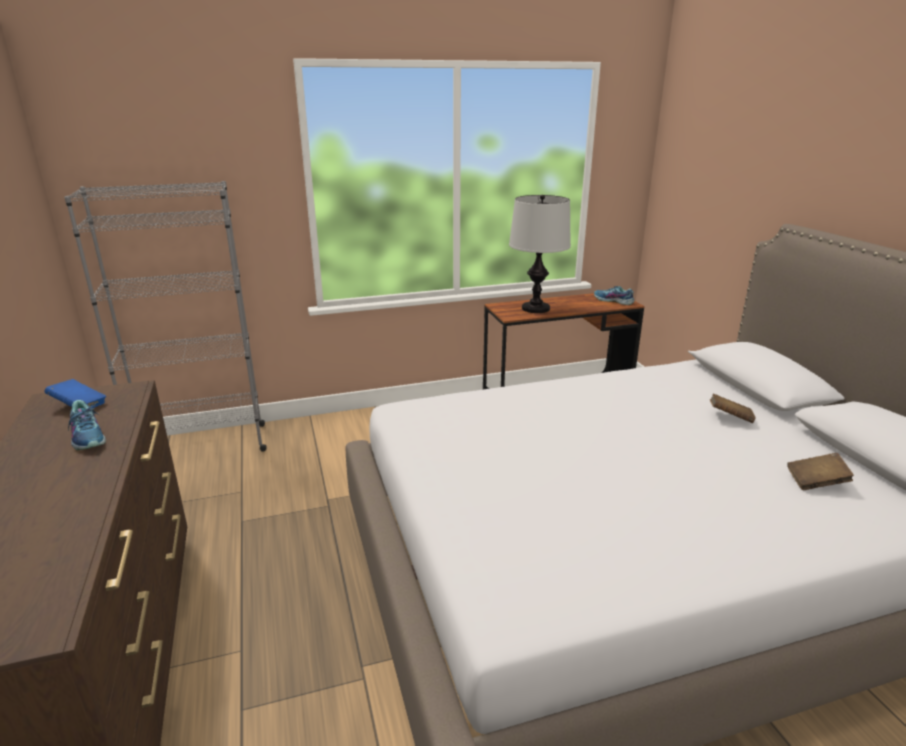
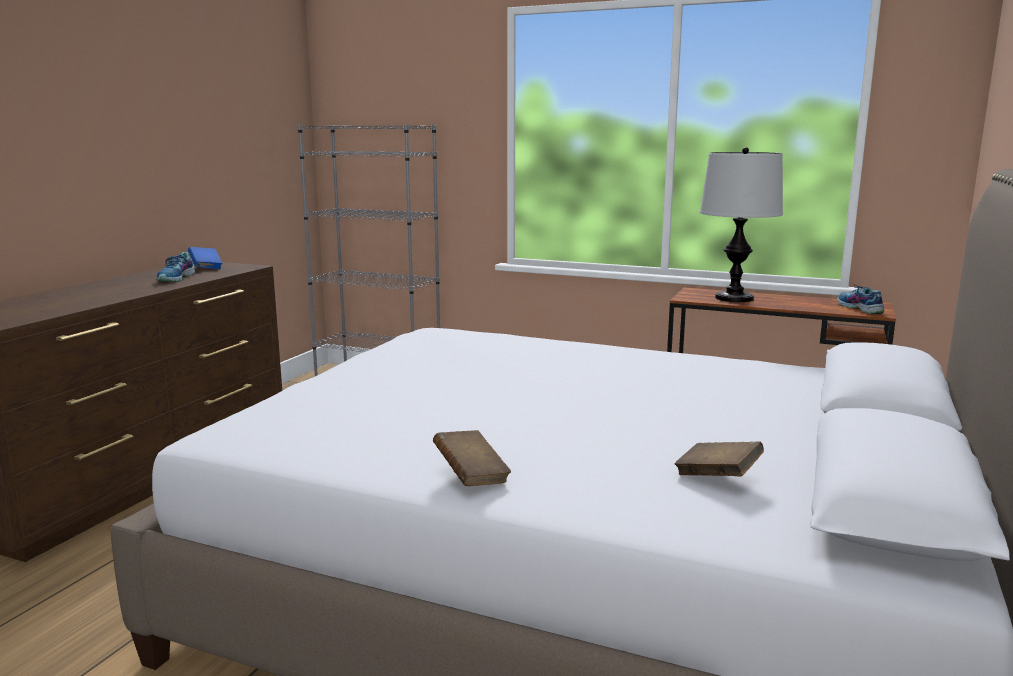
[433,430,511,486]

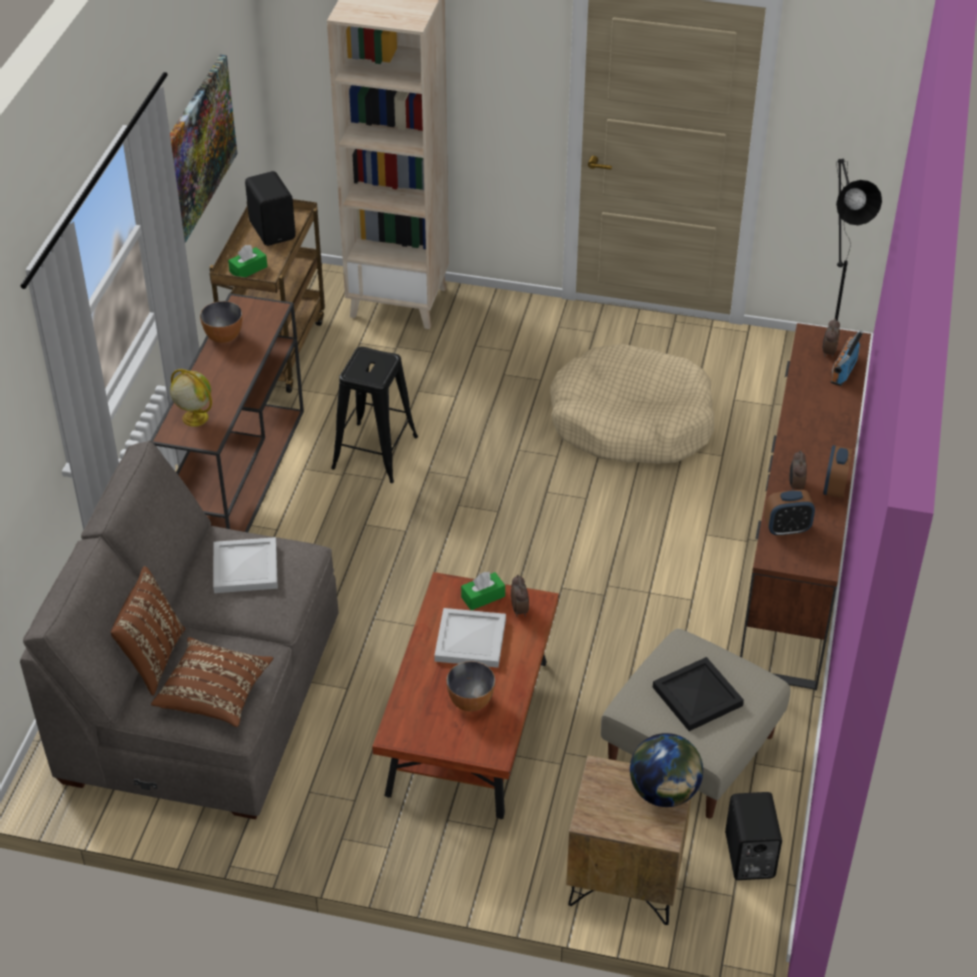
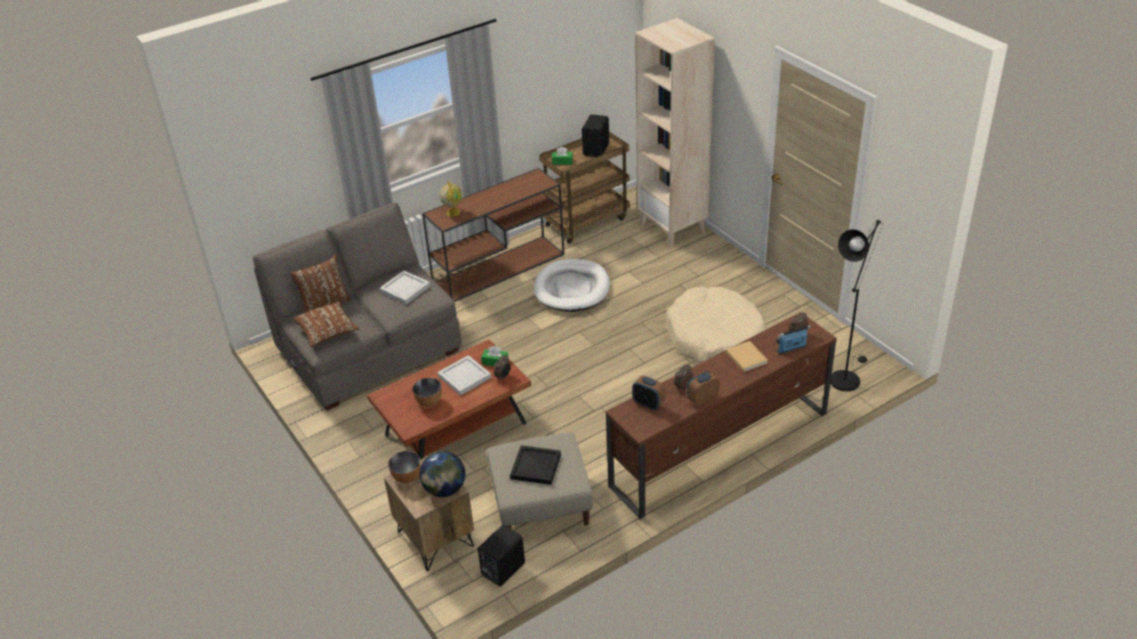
[170,55,237,243] (first image)
[388,451,420,484]
[534,259,610,312]
[726,341,768,372]

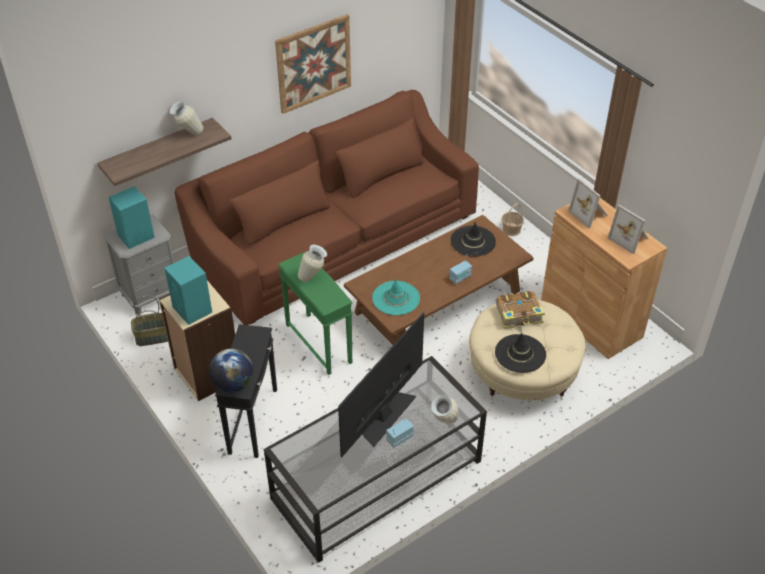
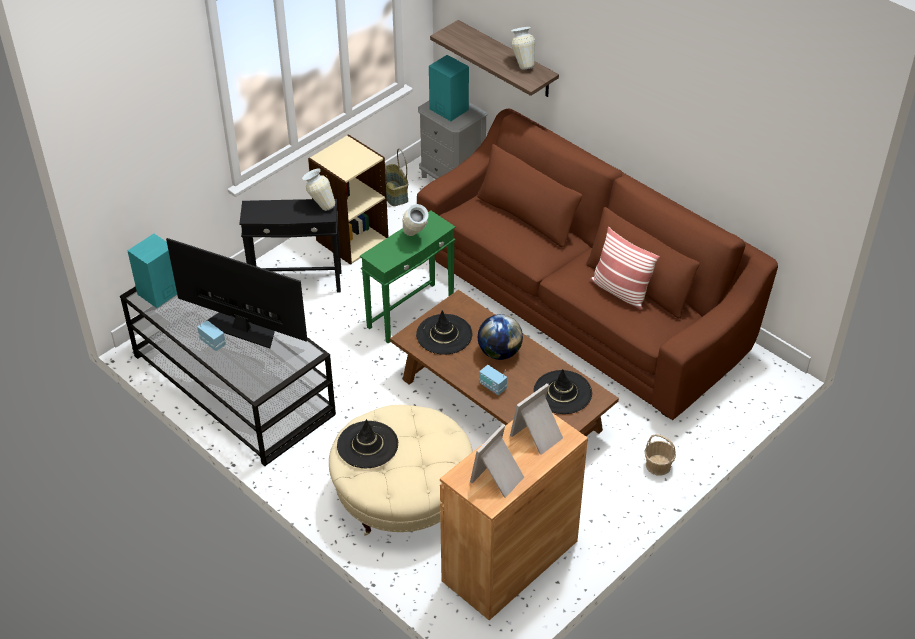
[275,14,351,114] (first image)
[127,234,177,308]
[416,310,472,355]
[496,291,545,329] (first image)
[477,314,523,360]
[302,169,335,211]
[590,227,660,310]

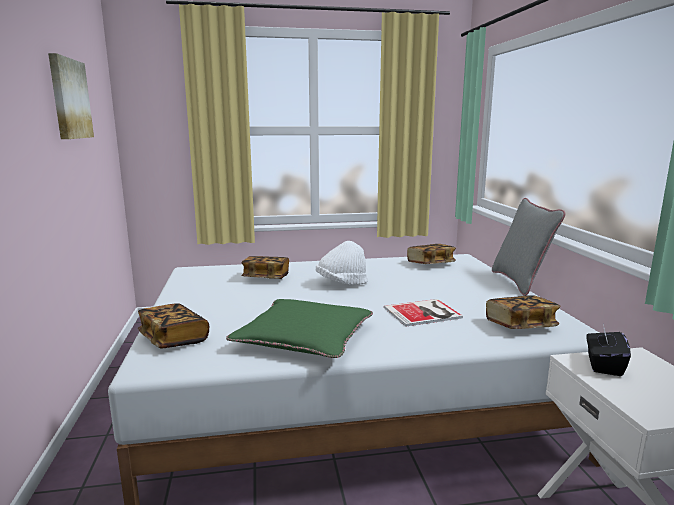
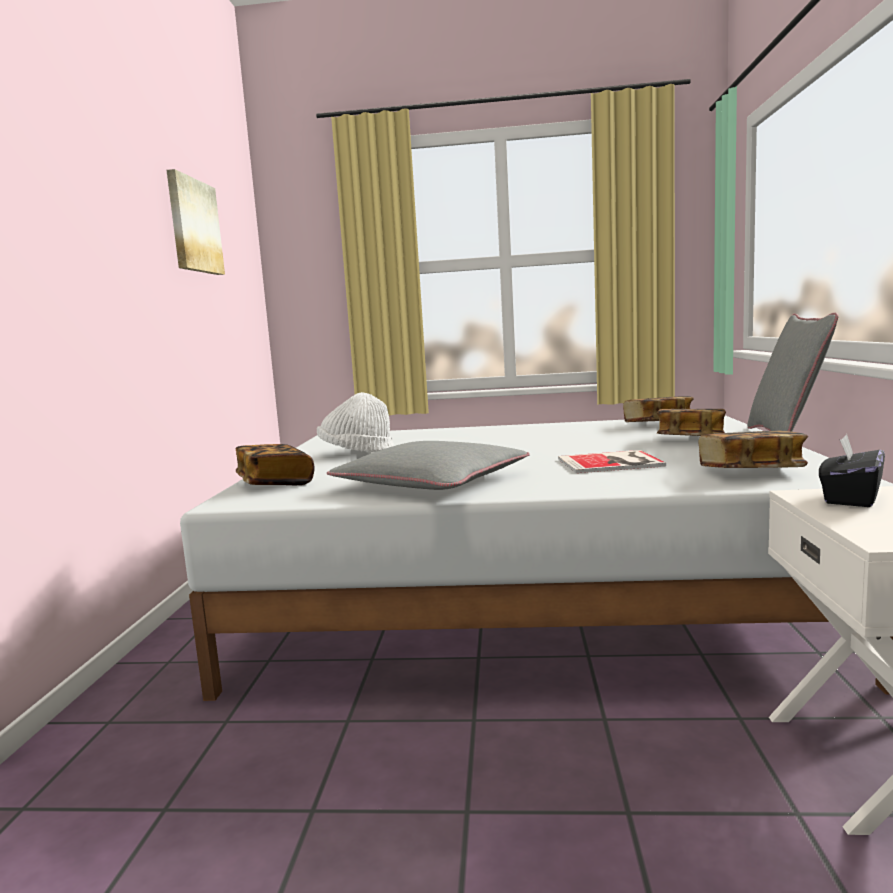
[317,392,394,452]
[657,409,726,436]
[327,441,530,490]

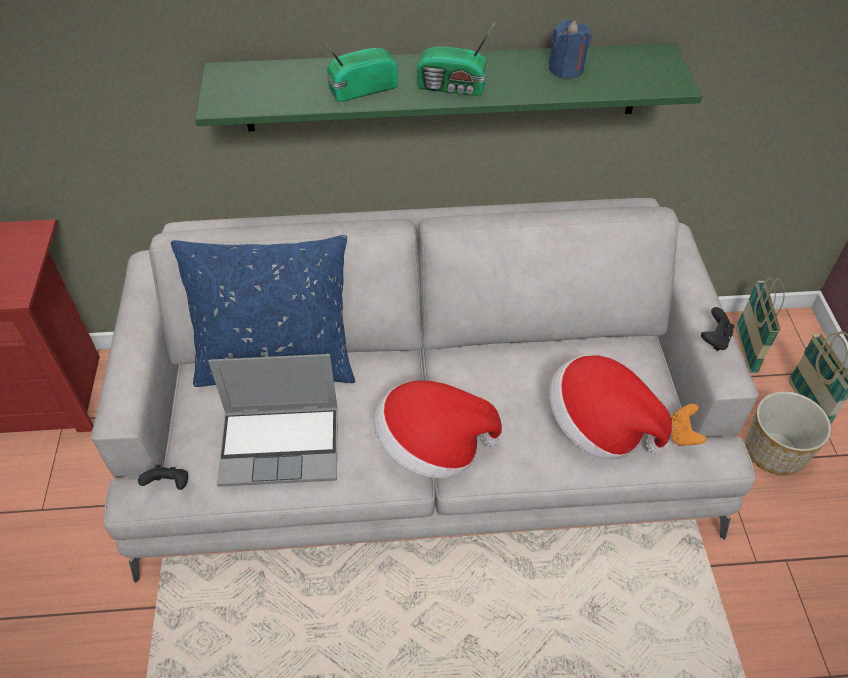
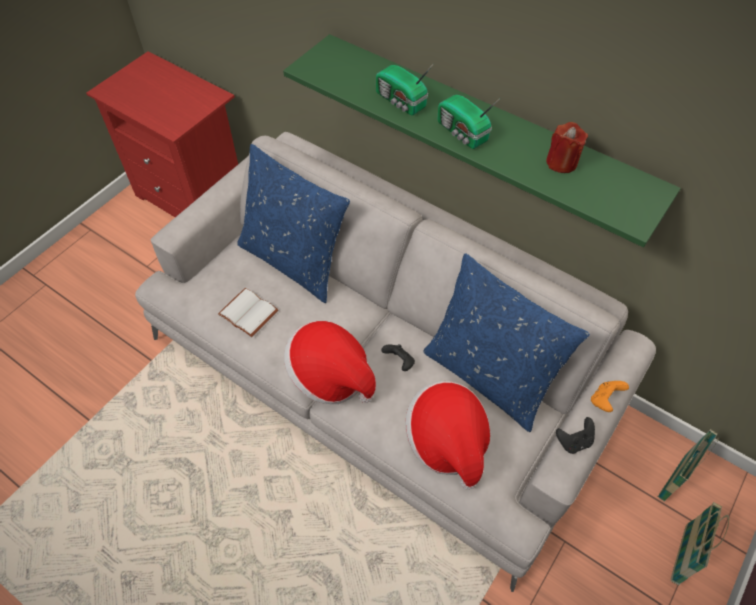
[546,122,588,173]
[376,65,433,115]
[218,288,278,337]
[746,391,831,475] (first image)
[591,381,629,412]
[382,344,415,371]
[423,253,590,432]

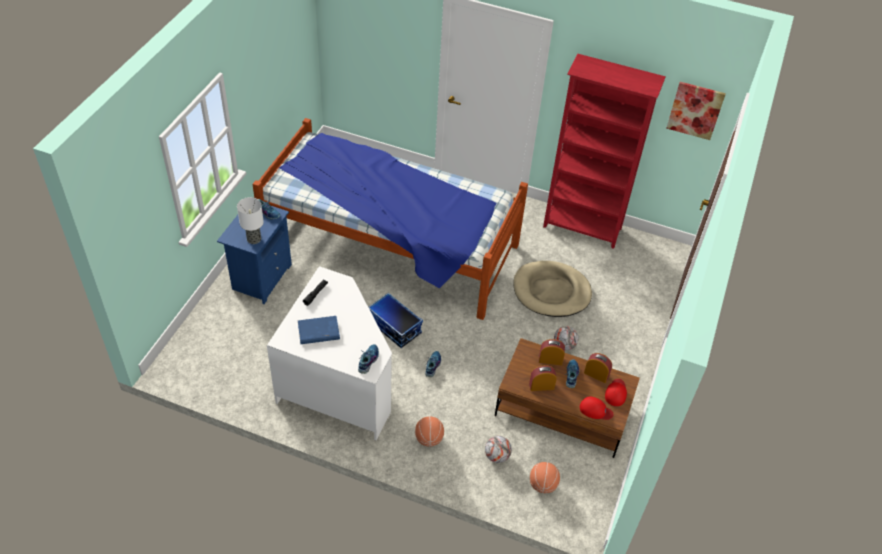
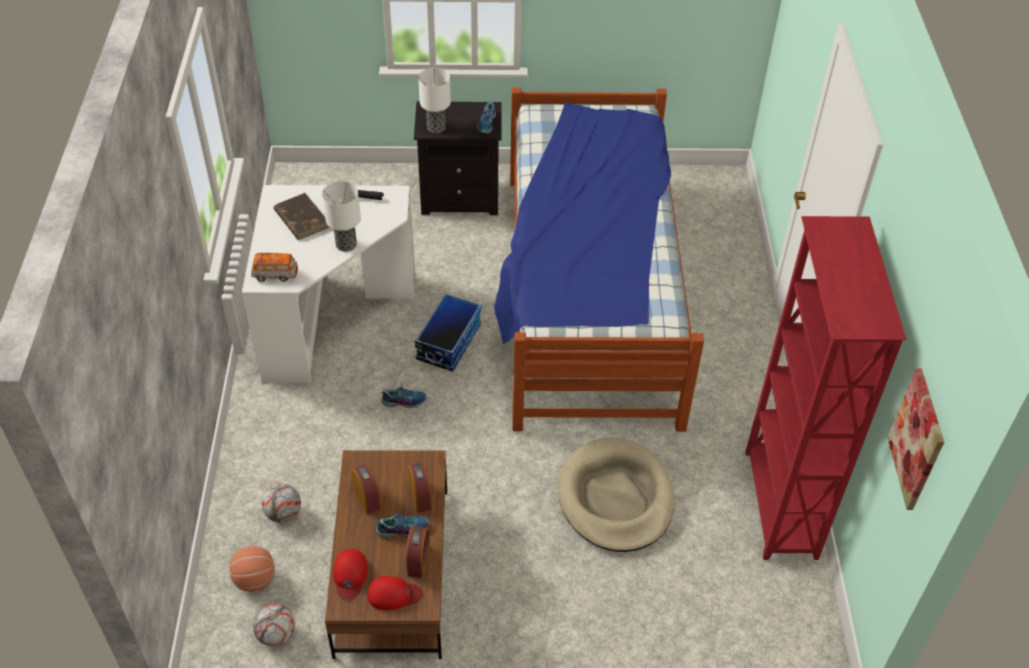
[414,101,502,215]
[274,193,329,240]
[253,604,295,646]
[251,253,298,282]
[415,416,444,447] (first image)
[322,181,361,252]

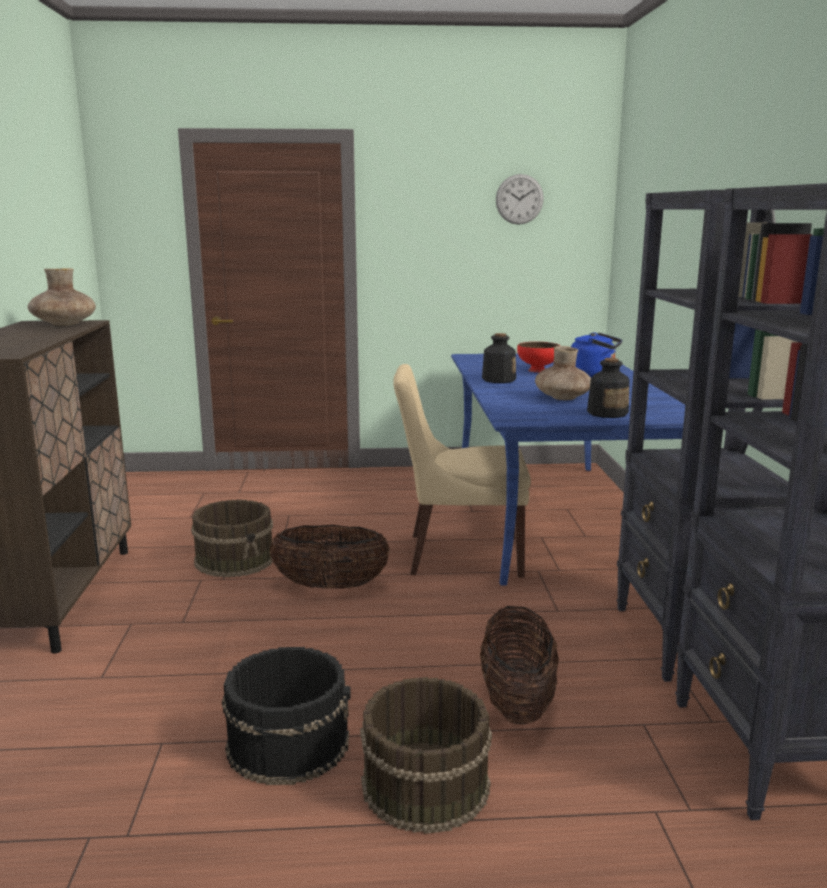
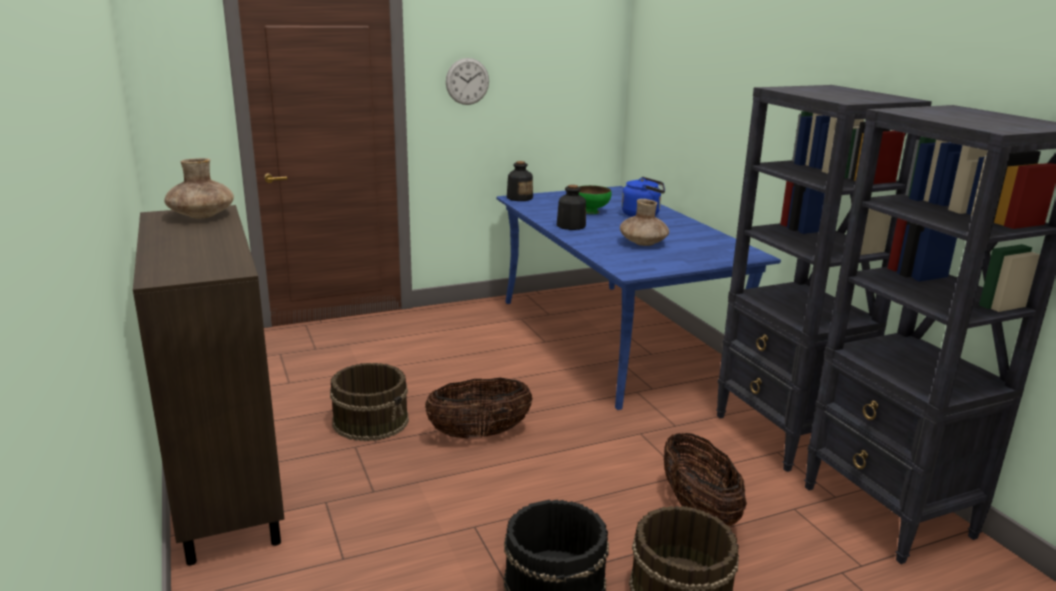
[446,58,489,105]
[579,185,612,214]
[507,161,533,201]
[393,364,531,578] (first image)

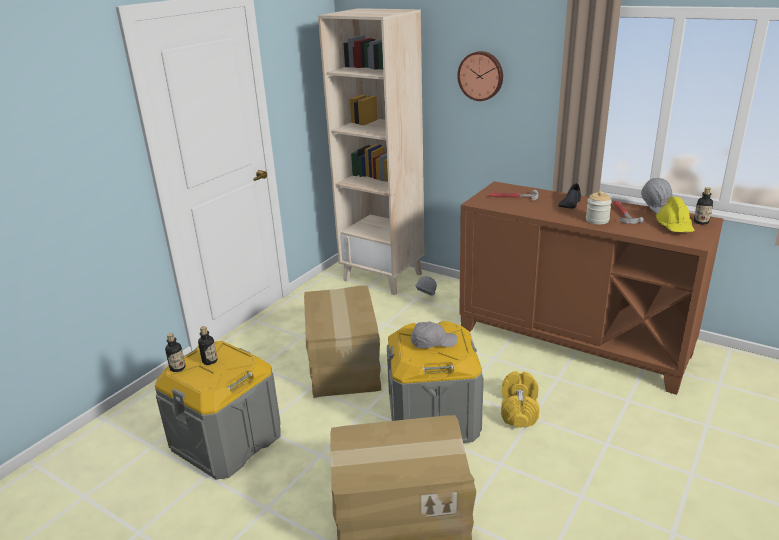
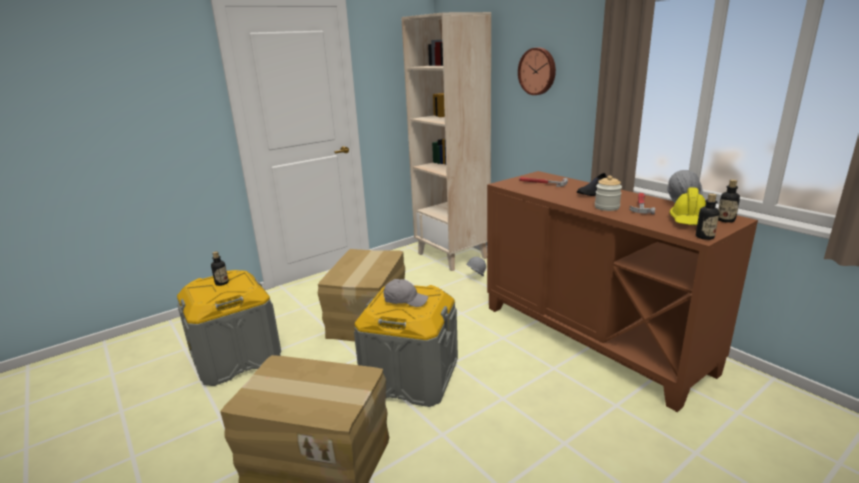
[696,194,719,240]
[501,371,540,428] (first image)

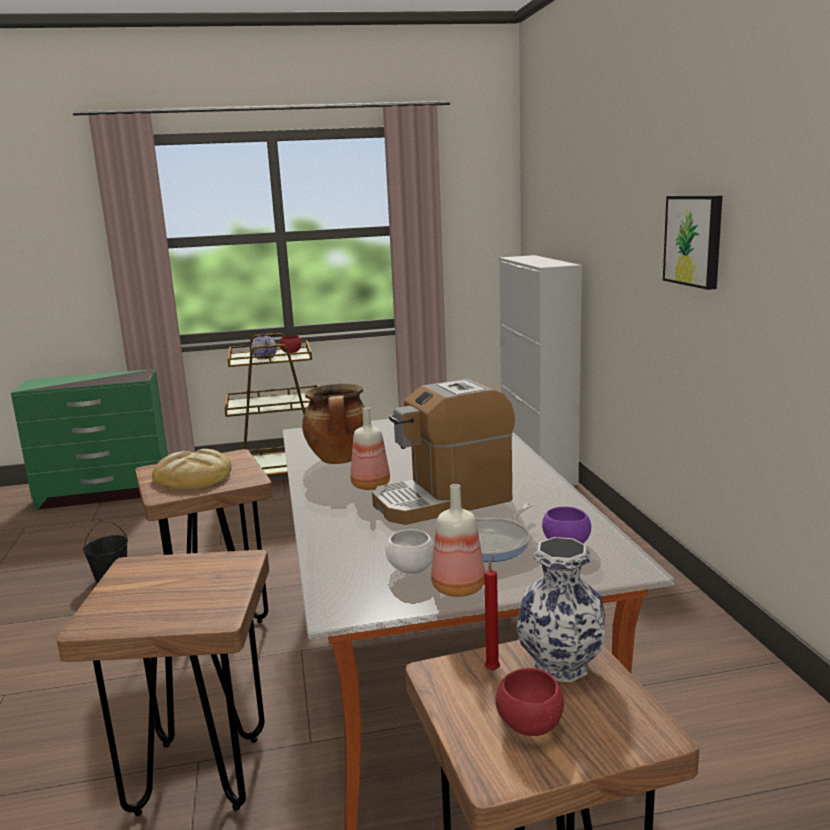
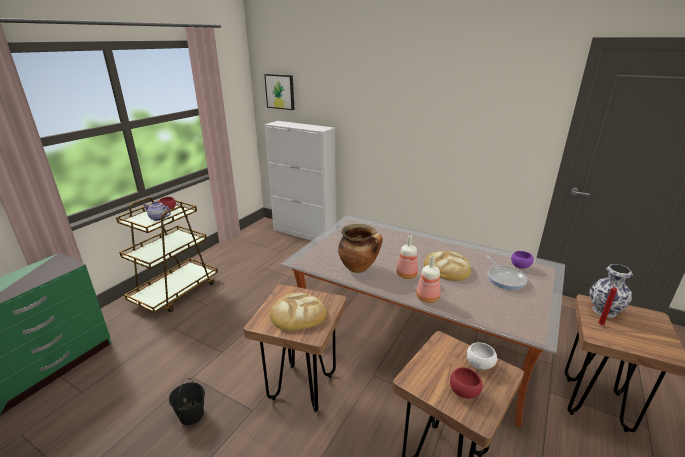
[264,74,295,110]
[424,251,471,281]
[416,256,440,303]
[467,342,497,370]
[450,367,483,399]

